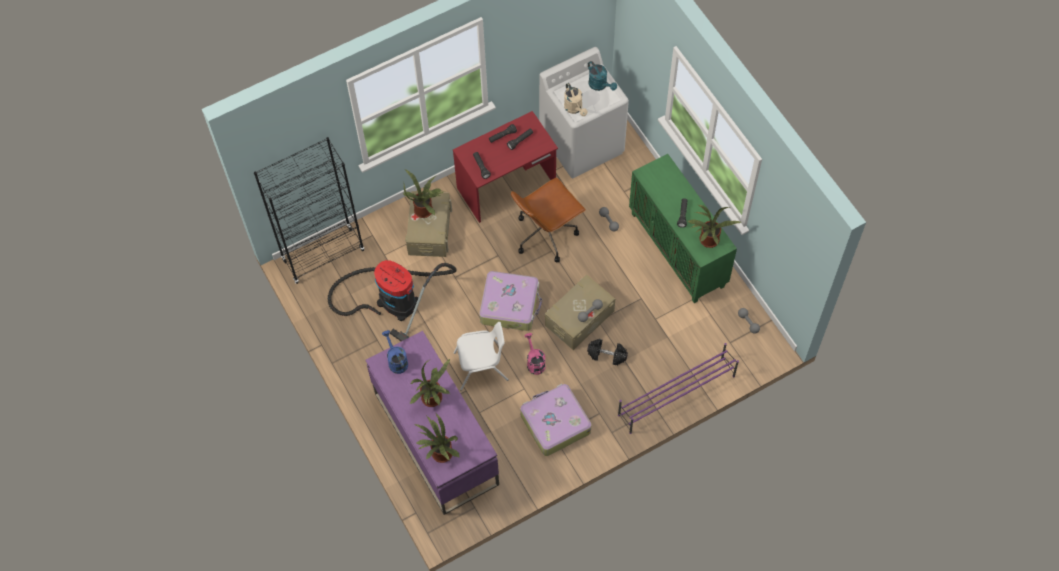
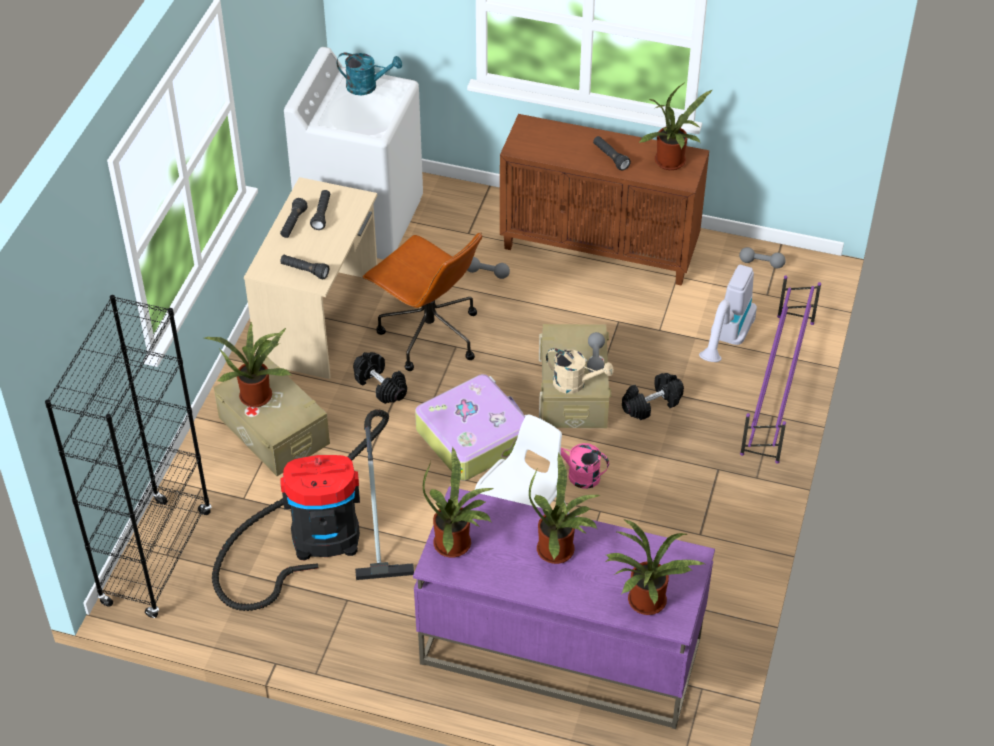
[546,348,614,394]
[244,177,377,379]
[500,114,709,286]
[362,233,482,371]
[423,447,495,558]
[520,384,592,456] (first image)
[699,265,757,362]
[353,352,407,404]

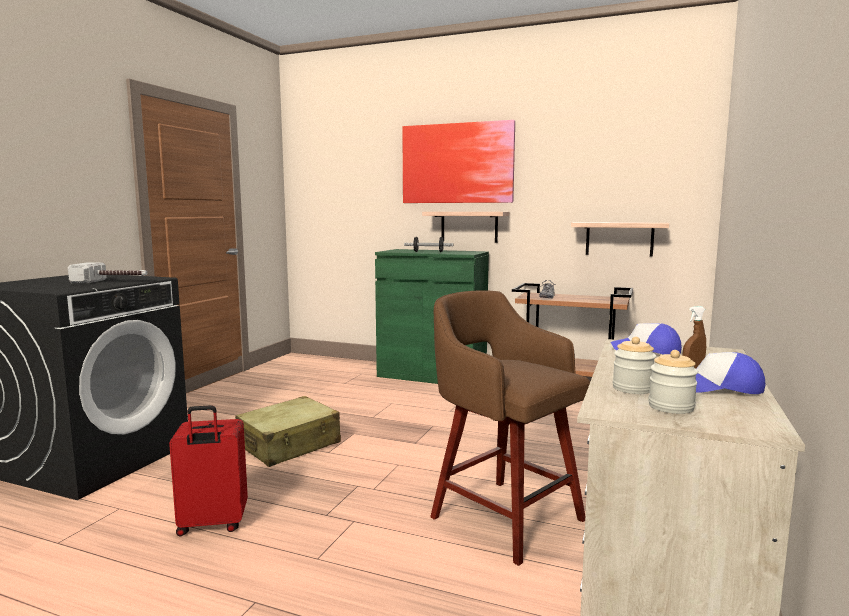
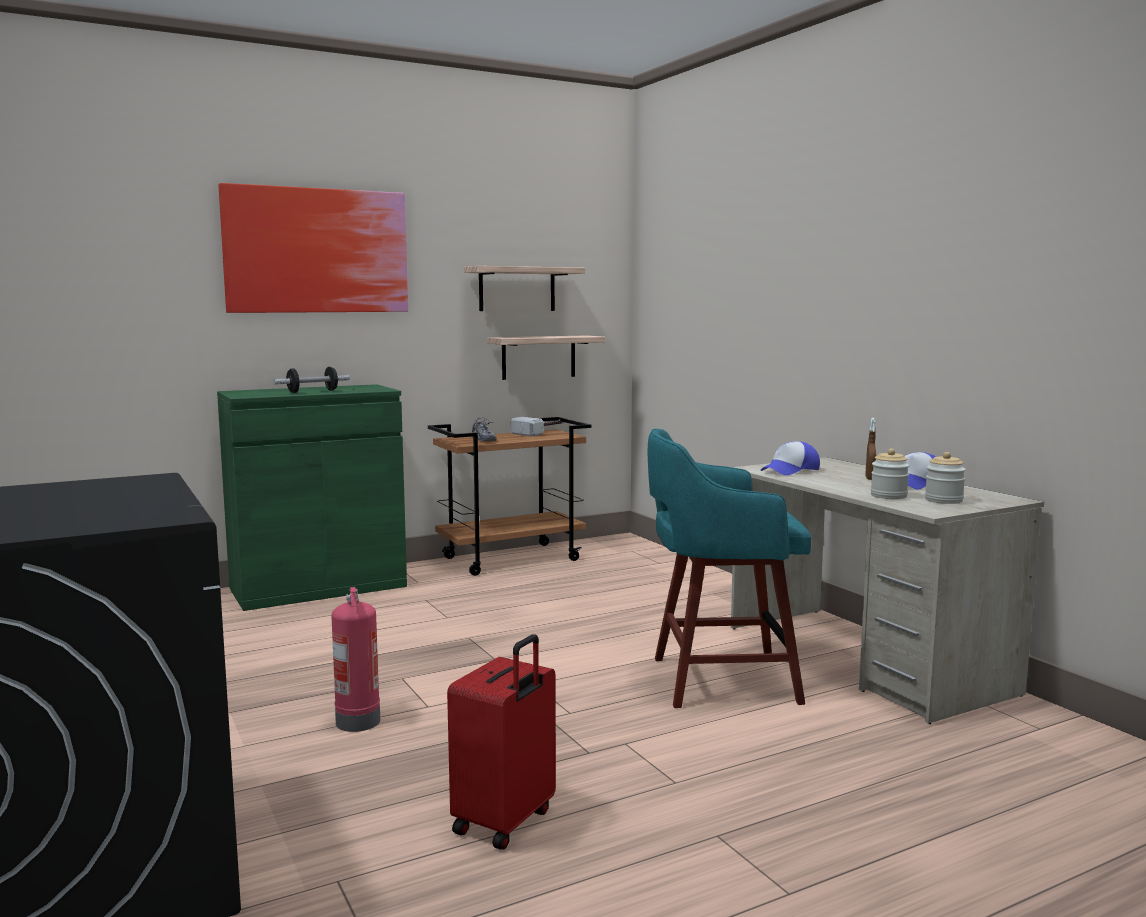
[464,266,585,311]
[511,417,564,436]
[648,429,811,708]
[331,587,380,732]

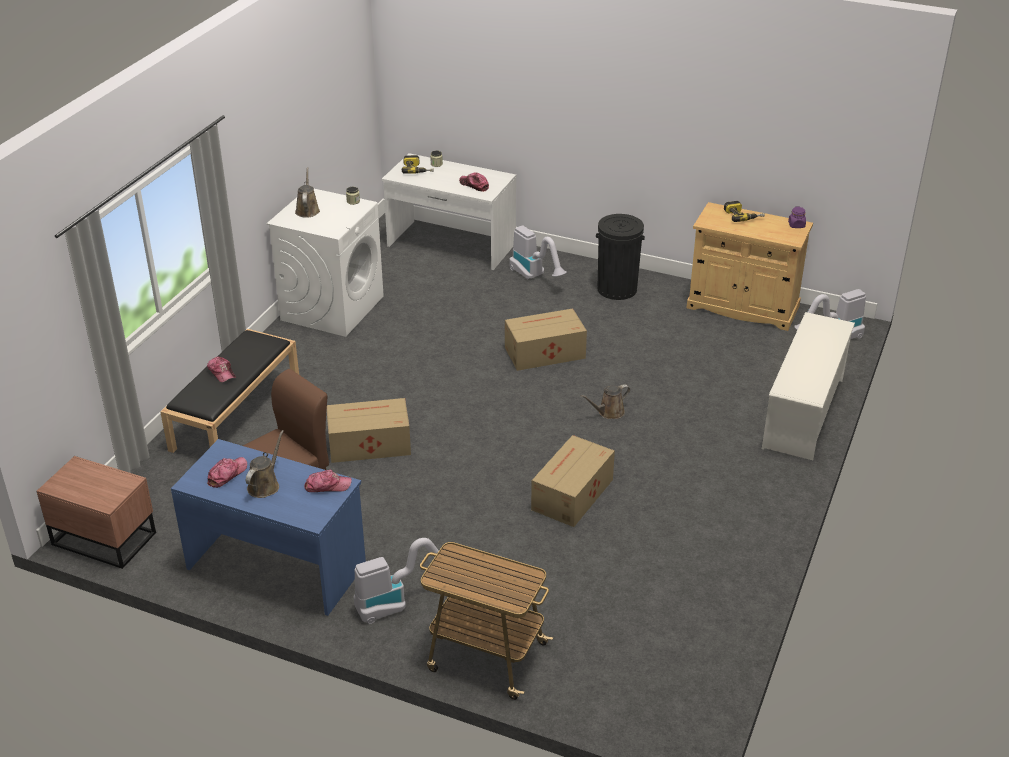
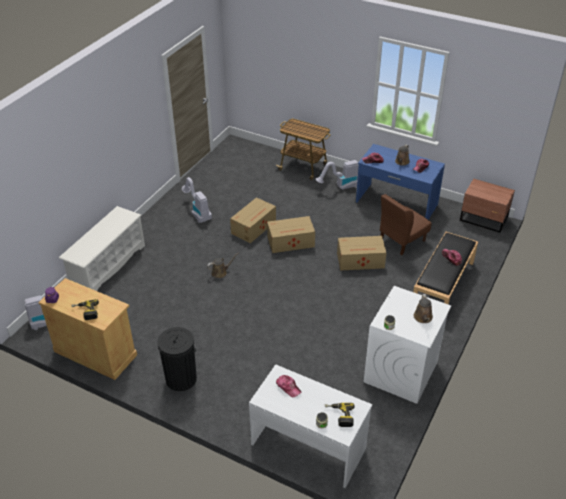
[182,177,212,223]
[267,216,315,253]

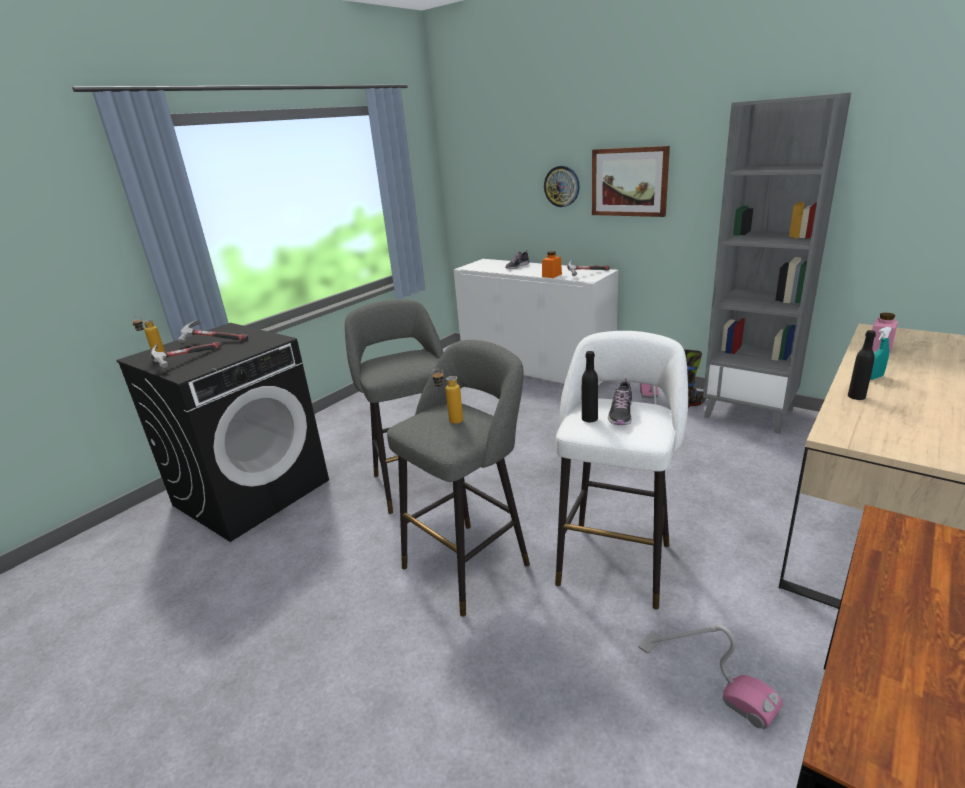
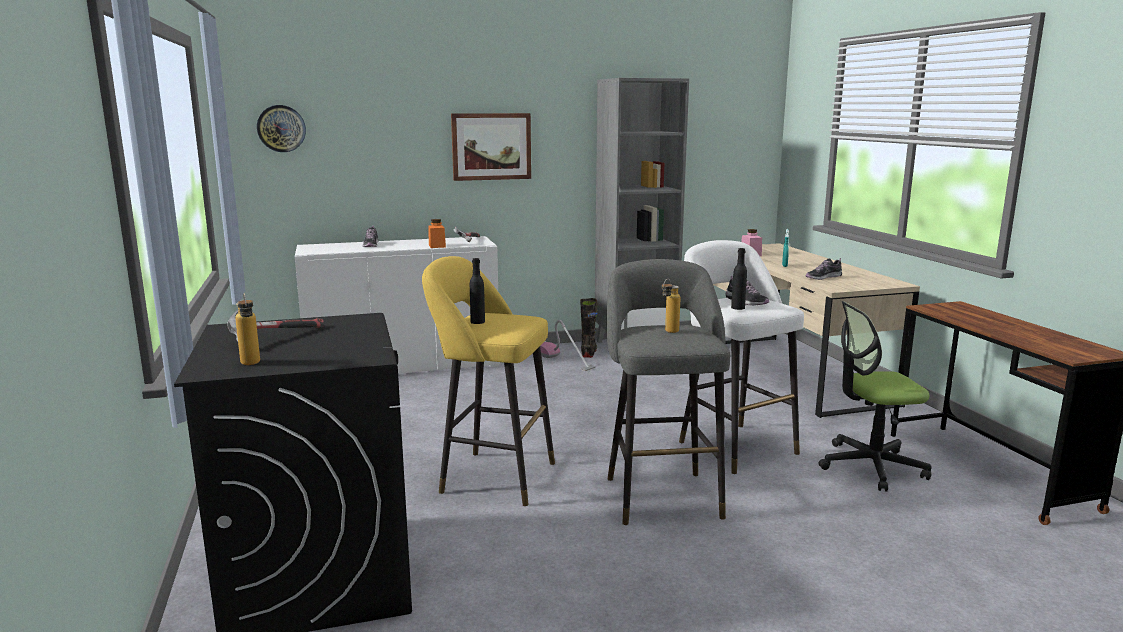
[257,105,306,152]
[422,256,555,506]
[470,258,485,324]
[151,342,221,369] (first image)
[819,301,931,491]
[806,258,842,280]

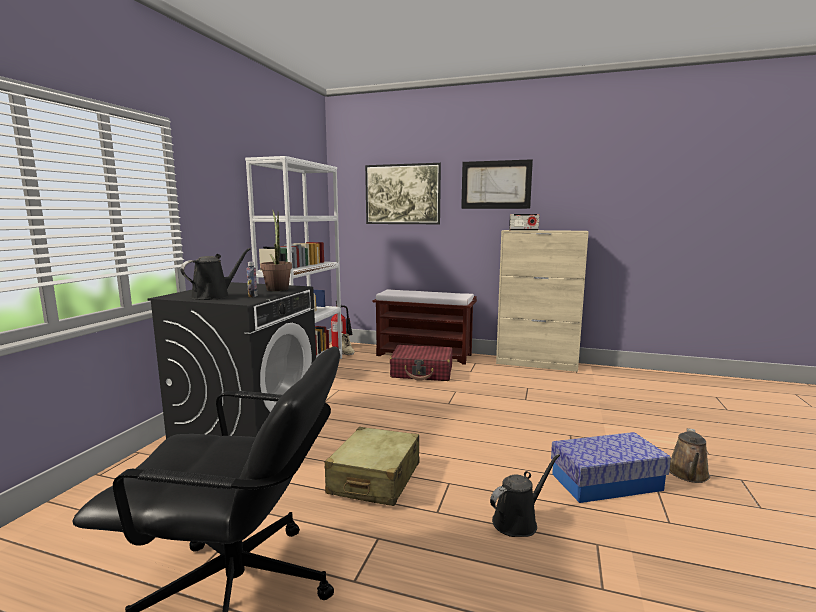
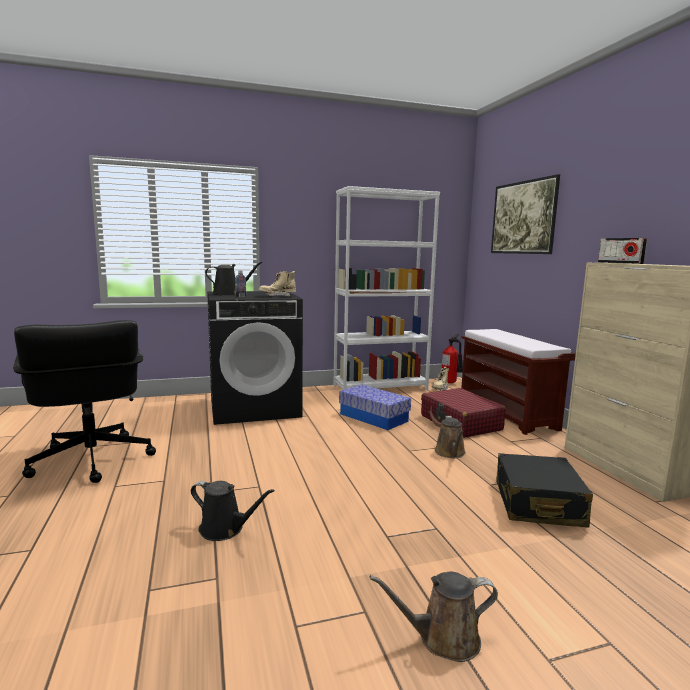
[461,159,533,209] (first image)
[259,271,296,297]
[325,427,419,506] (first image)
[339,385,411,430]
[435,416,466,458]
[496,453,593,528]

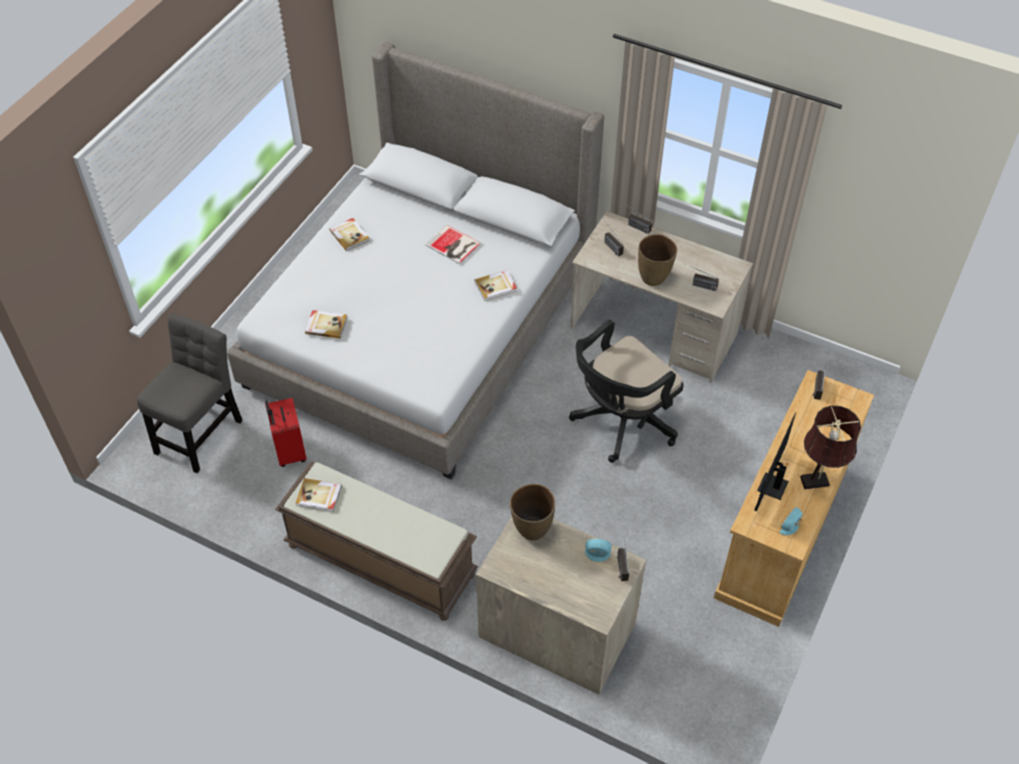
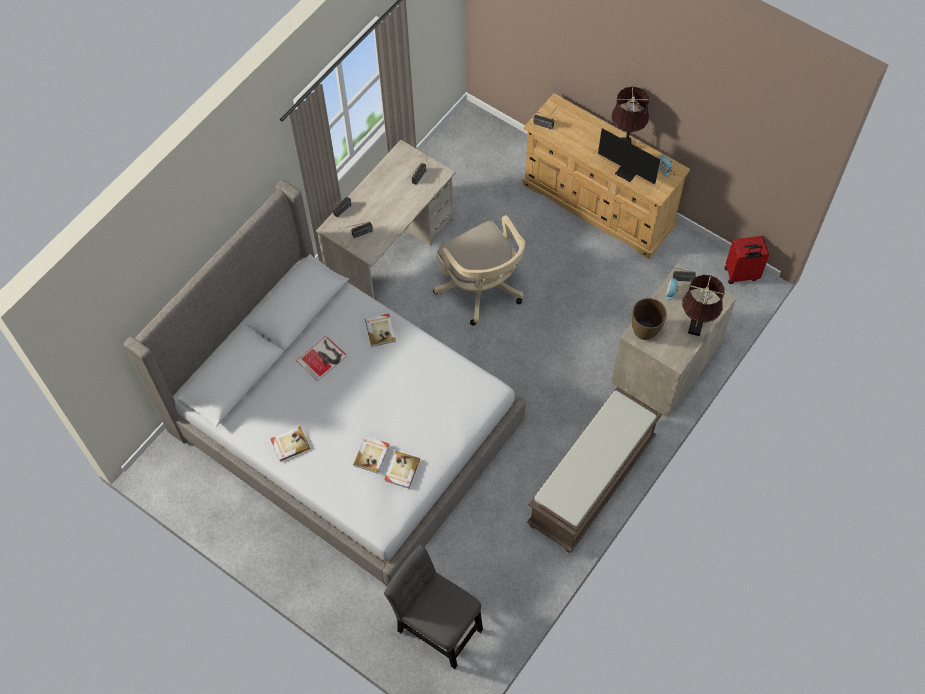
[638,234,677,286] (first image)
[433,215,525,326]
[724,236,769,284]
[353,436,389,474]
[682,275,724,336]

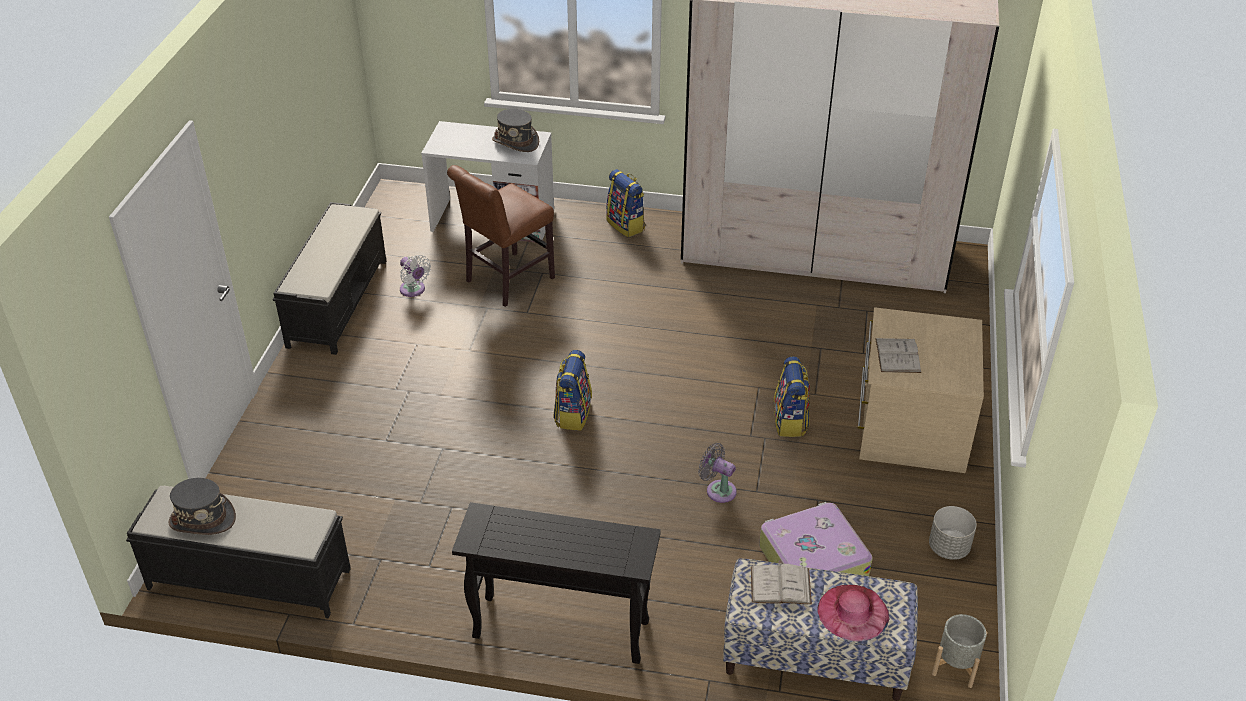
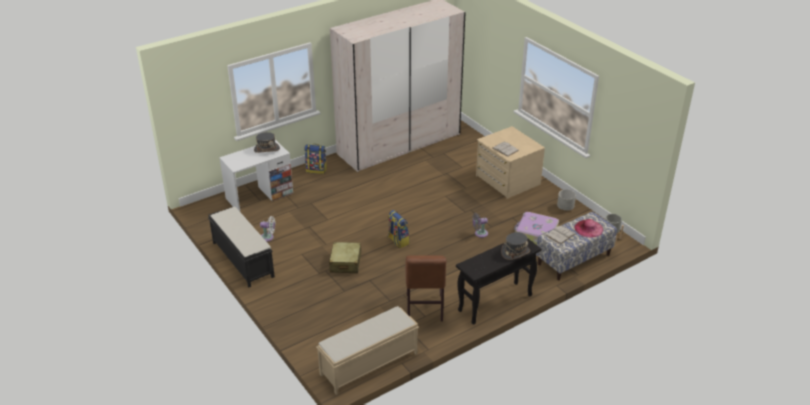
[405,255,447,321]
[774,356,810,437] (first image)
[501,232,530,260]
[316,306,419,395]
[329,242,361,273]

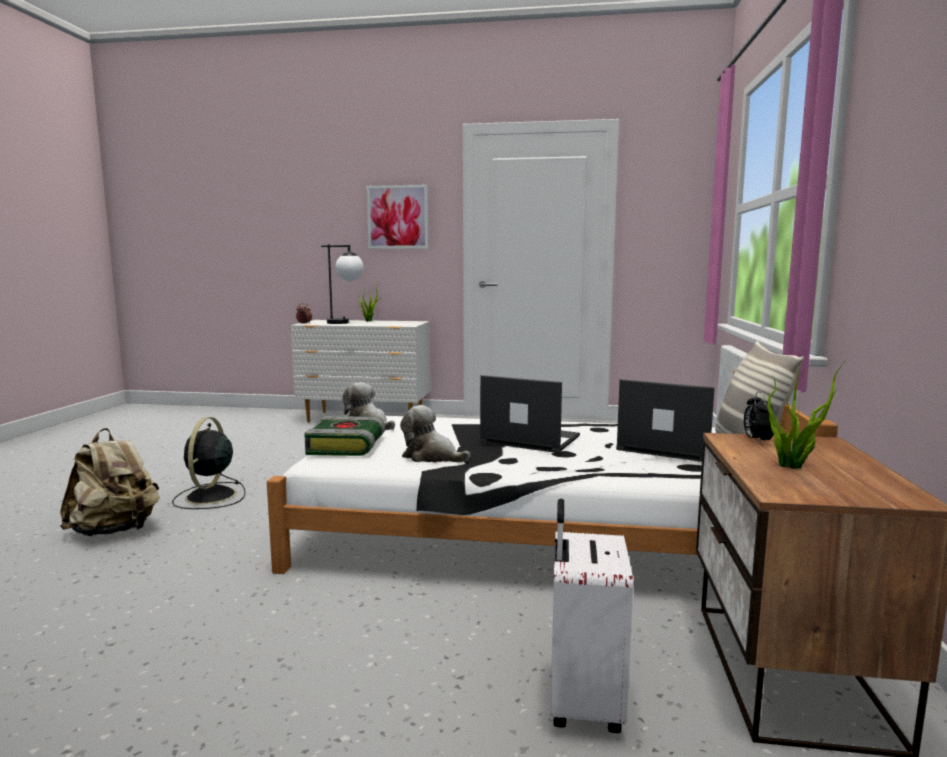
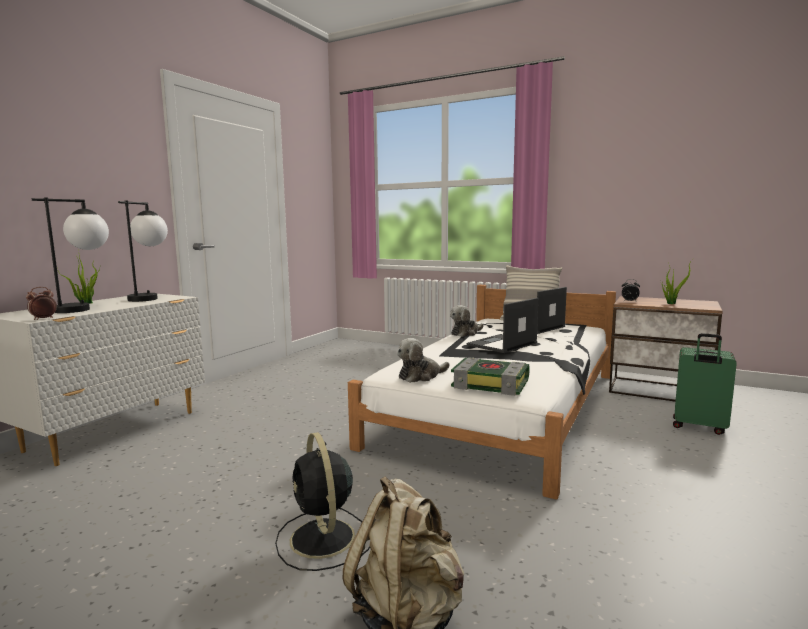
[366,185,428,249] (first image)
[450,305,484,337]
[275,432,370,571]
[673,333,737,435]
[118,200,168,302]

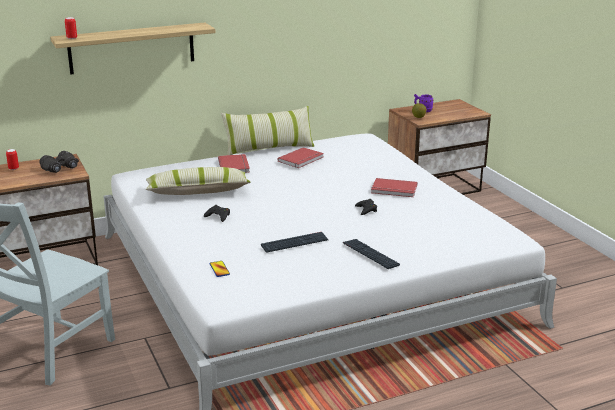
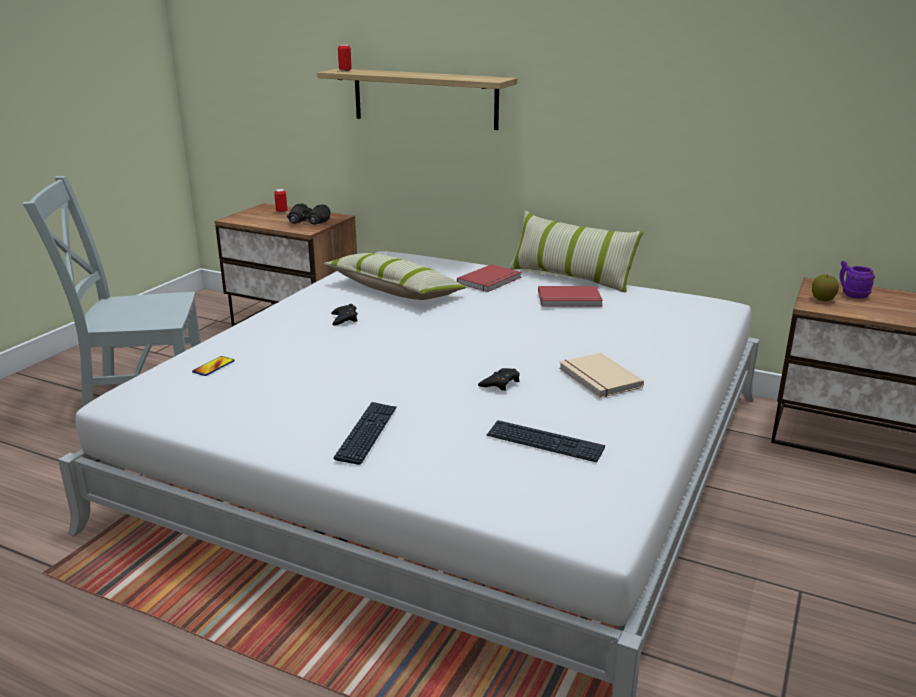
[559,353,644,398]
[486,420,605,463]

